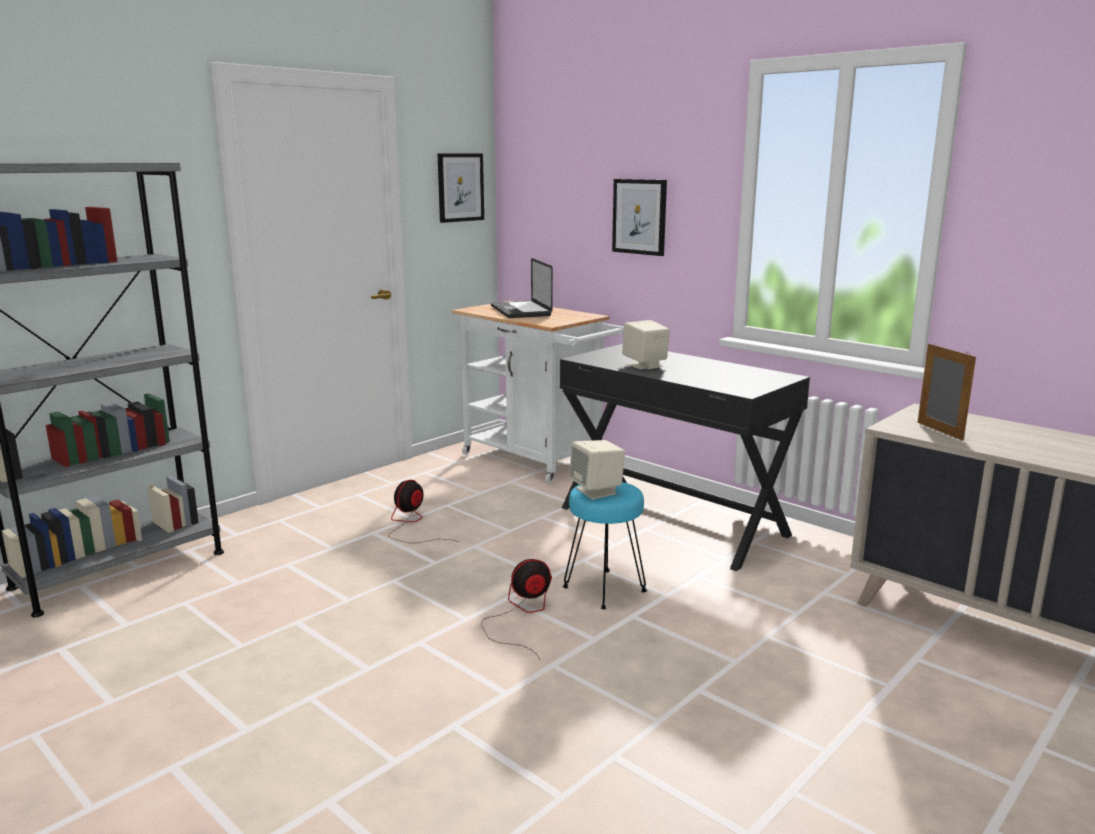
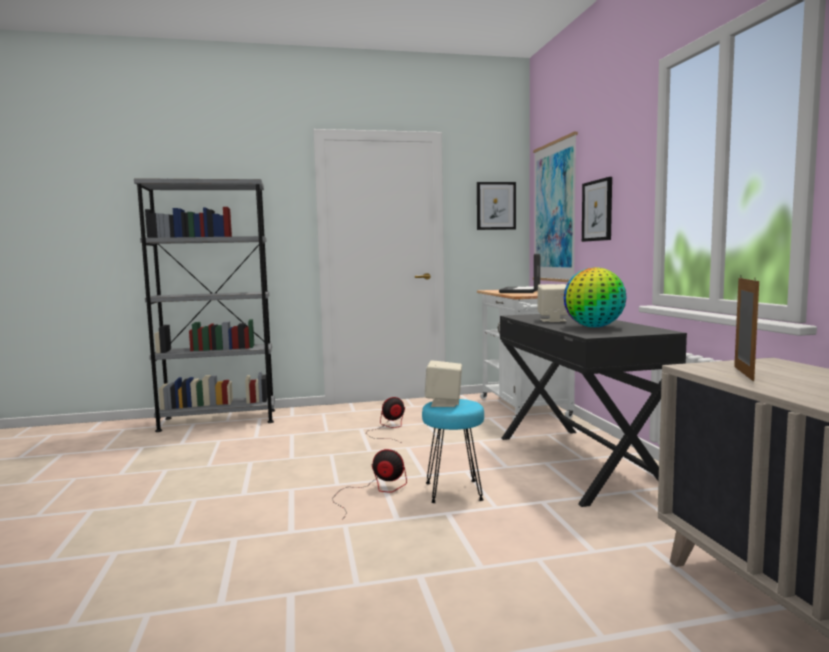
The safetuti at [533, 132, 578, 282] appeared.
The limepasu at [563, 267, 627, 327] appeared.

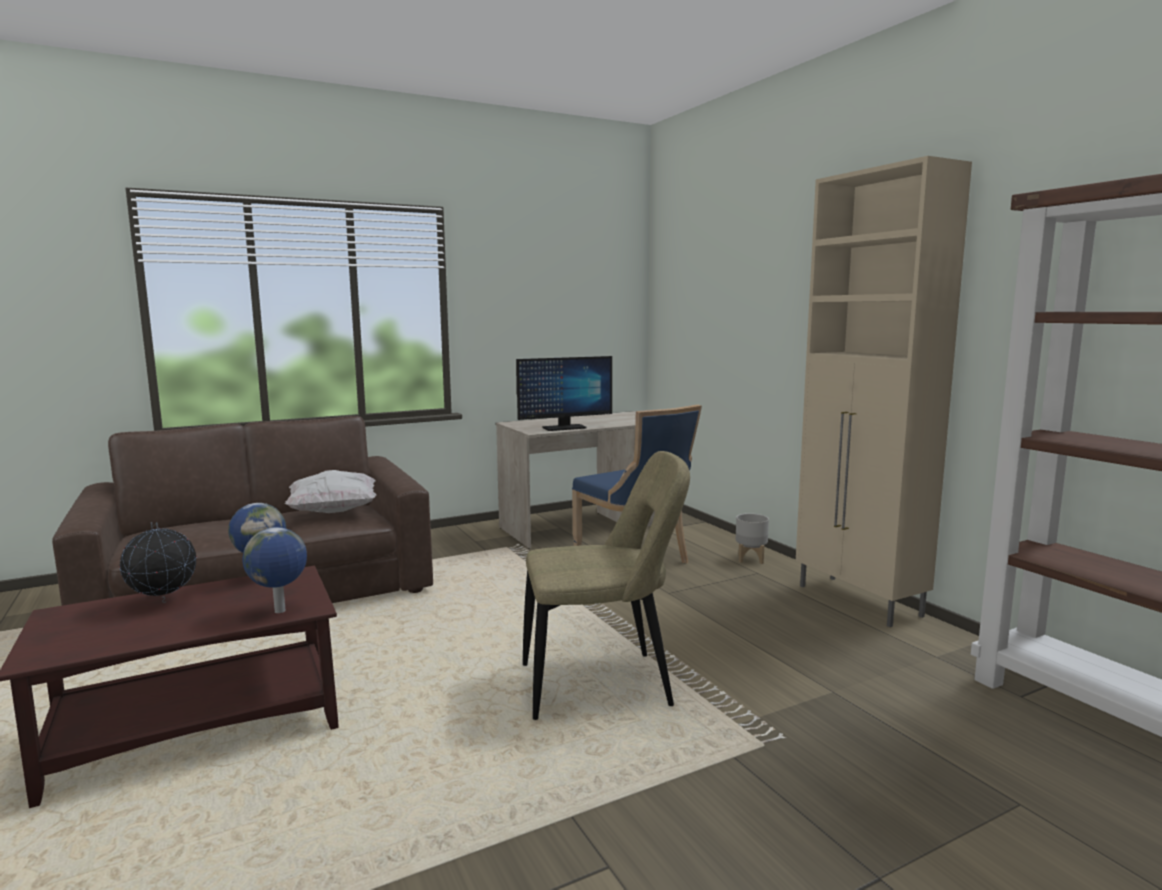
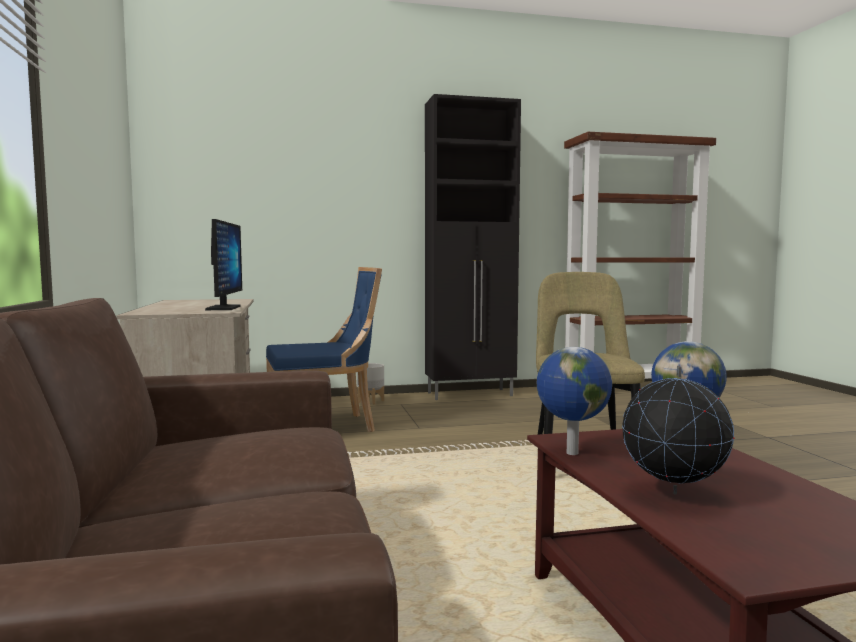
The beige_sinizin at [796, 156, 972, 627] became the black_sinizin at [425, 94, 521, 400].
The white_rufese at [285, 470, 376, 513] disappeared.

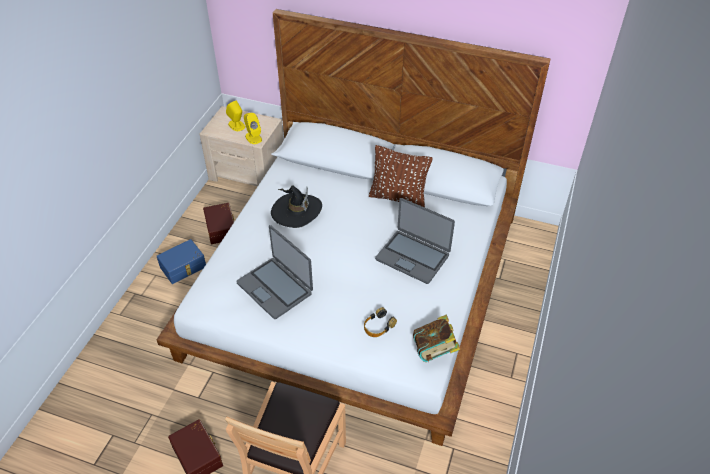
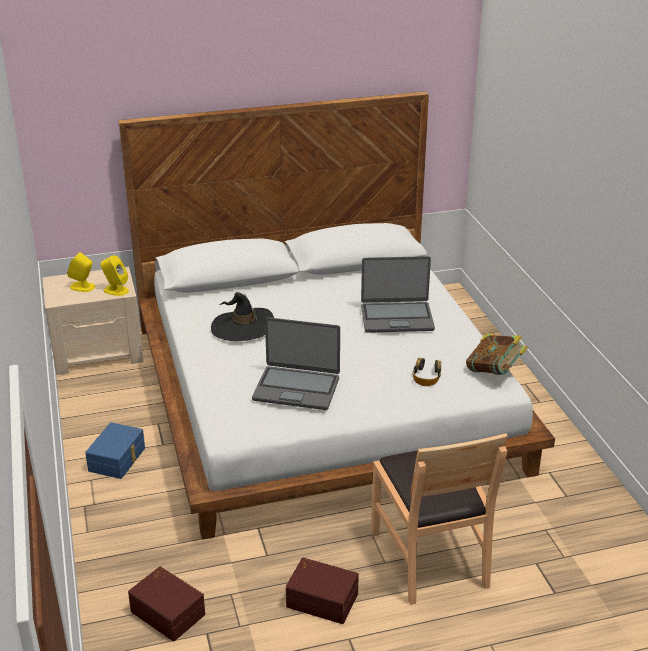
The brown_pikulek moved from [203, 203, 234, 244] to [128, 566, 205, 641].
The brown_rufese at [369, 145, 433, 207] disappeared.

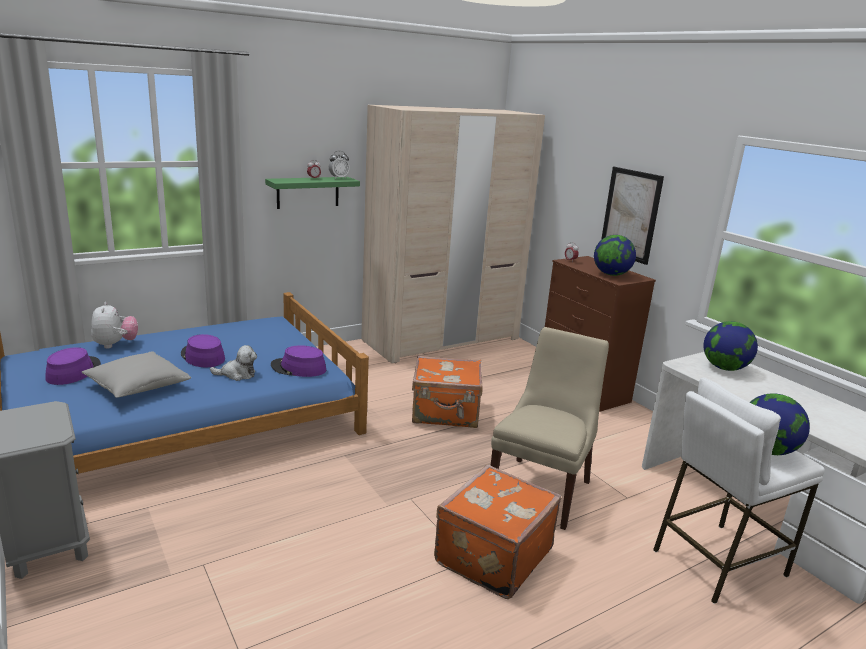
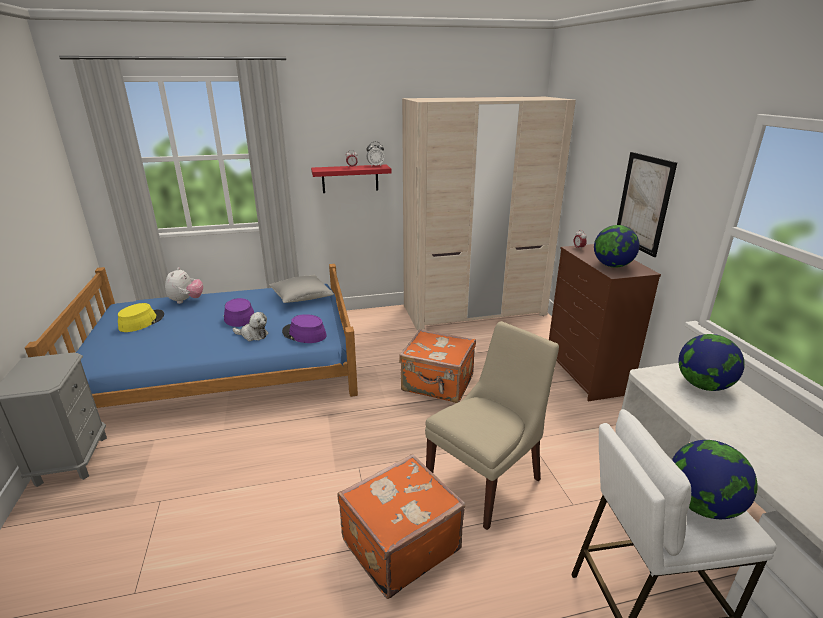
The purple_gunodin at [45, 347, 101, 385] became the yellow_gunodin at [118, 303, 164, 332].
The grey_rufese moved from [81, 351, 191, 398] to [269, 275, 334, 303].
The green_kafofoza at [265, 177, 360, 209] became the red_kafofoza at [311, 164, 392, 193].

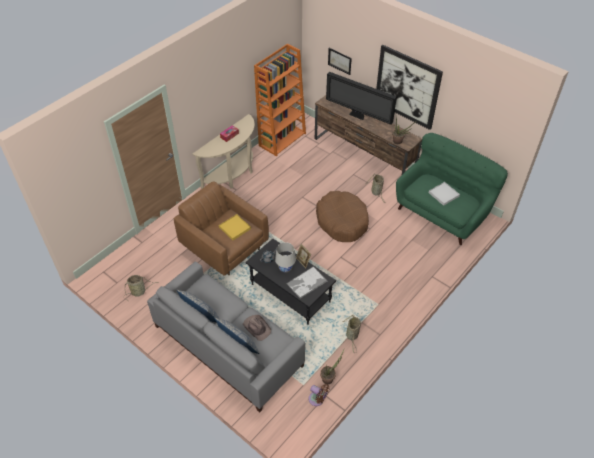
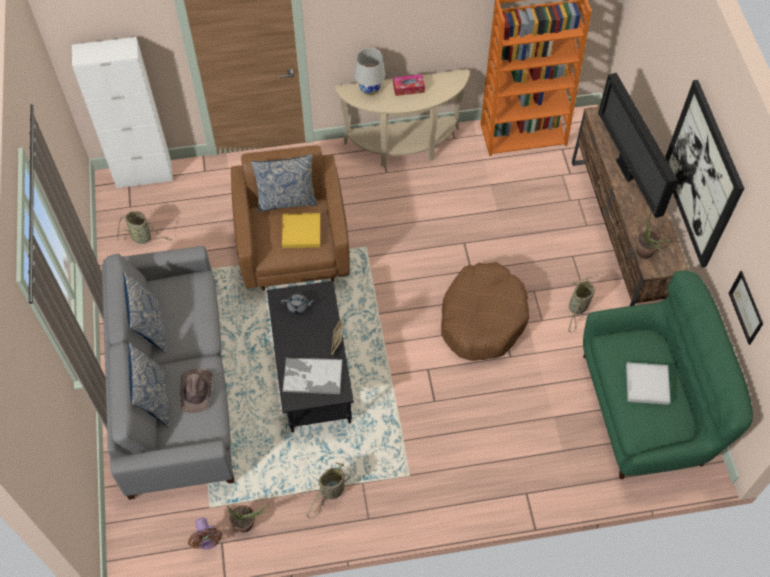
The white_sinizin at [72, 37, 173, 189] appeared.
The rufese at [251, 154, 318, 212] appeared.
The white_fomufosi moved from [275, 242, 296, 273] to [354, 48, 385, 95].
The safetuti moved from [328, 48, 352, 75] to [729, 271, 763, 345].

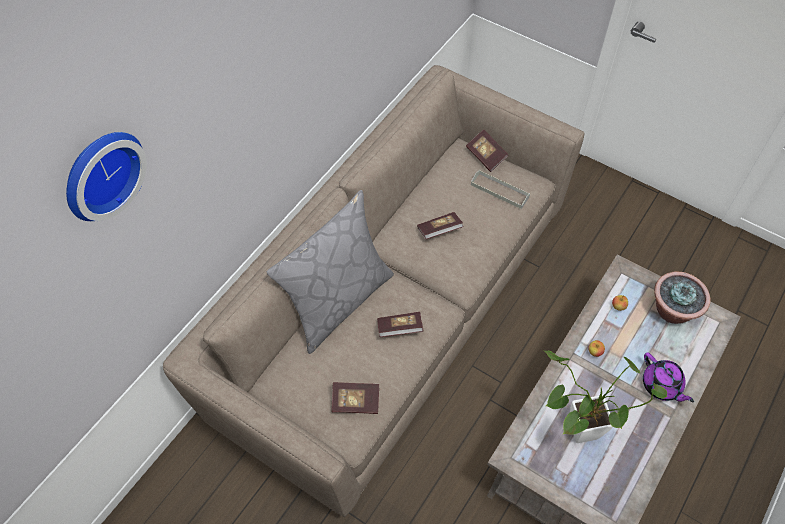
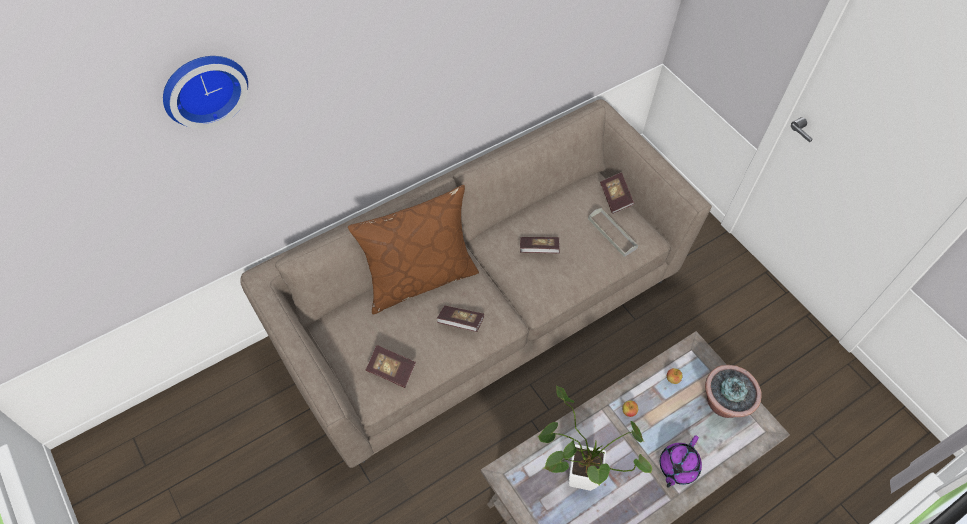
The grey_rufese at [267, 190, 394, 354] became the brown_rufese at [348, 185, 479, 315].
The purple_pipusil at [643, 352, 694, 402] turned 45 degrees clockwise.

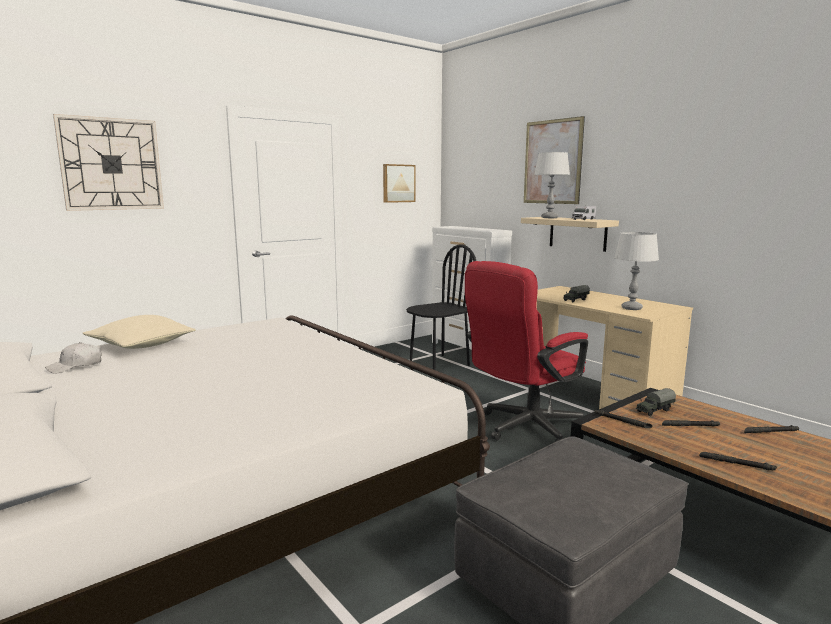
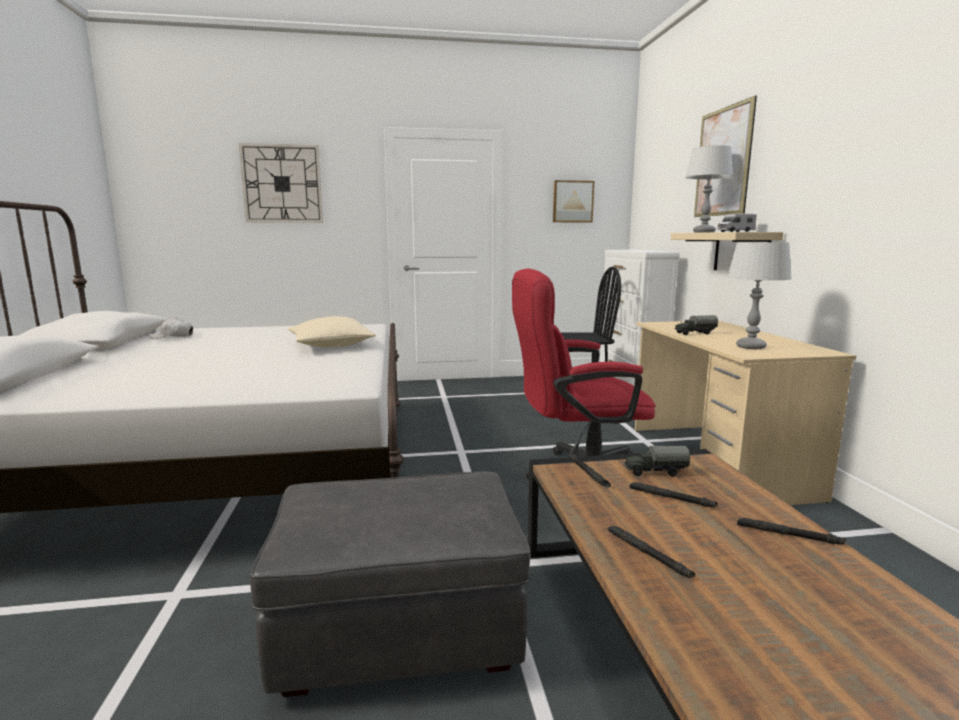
The beige_rufese moved from [83, 315, 196, 349] to [288, 316, 376, 347].

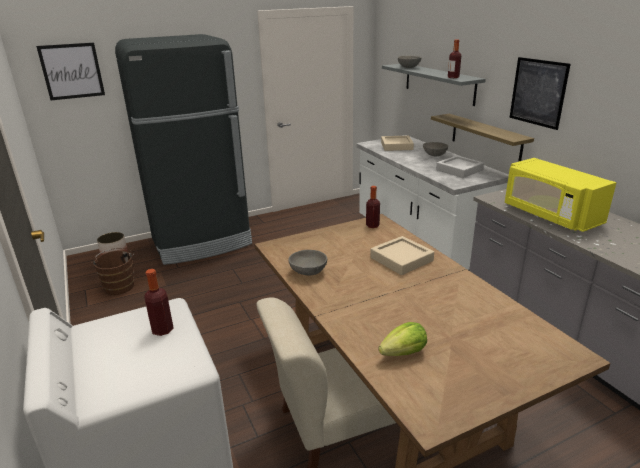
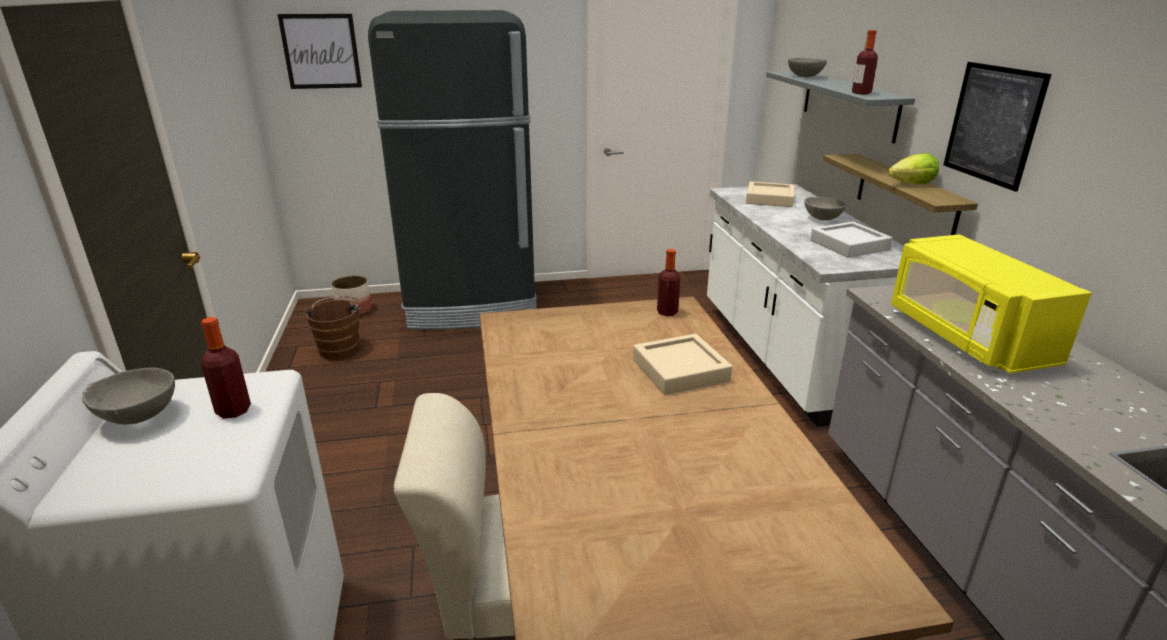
The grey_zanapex moved from [288, 250, 327, 275] to [82, 368, 175, 424].
The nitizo moved from [378, 322, 427, 356] to [888, 153, 939, 184].

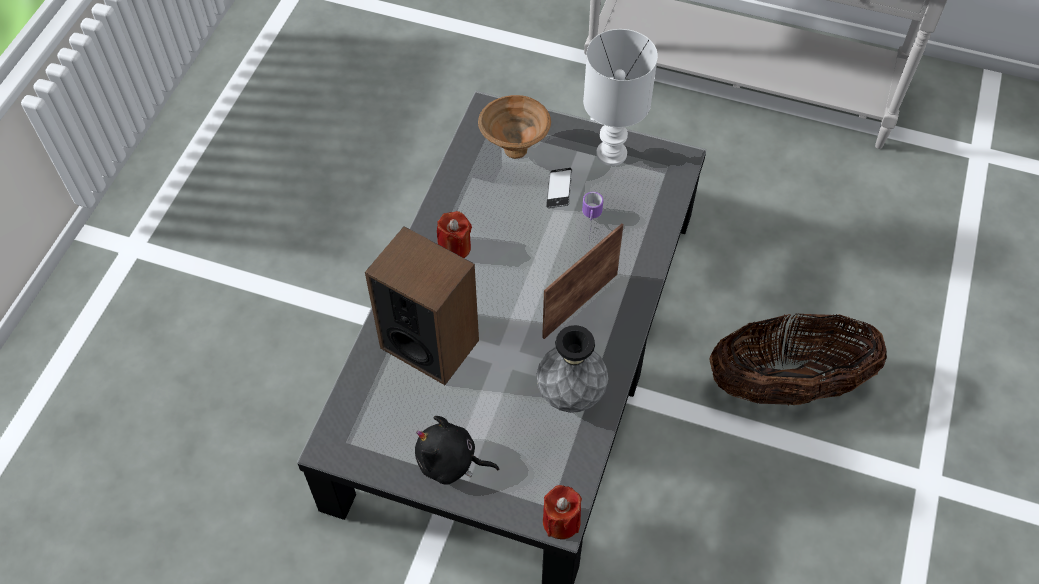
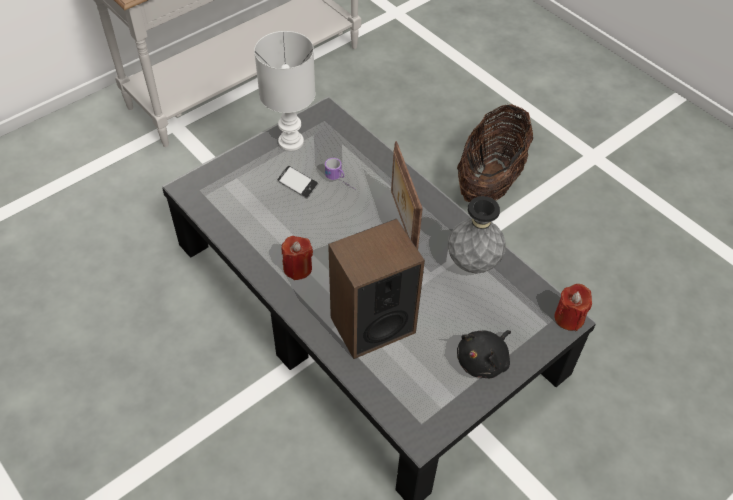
The brown_zanapex at [478, 95, 551, 159] disappeared.

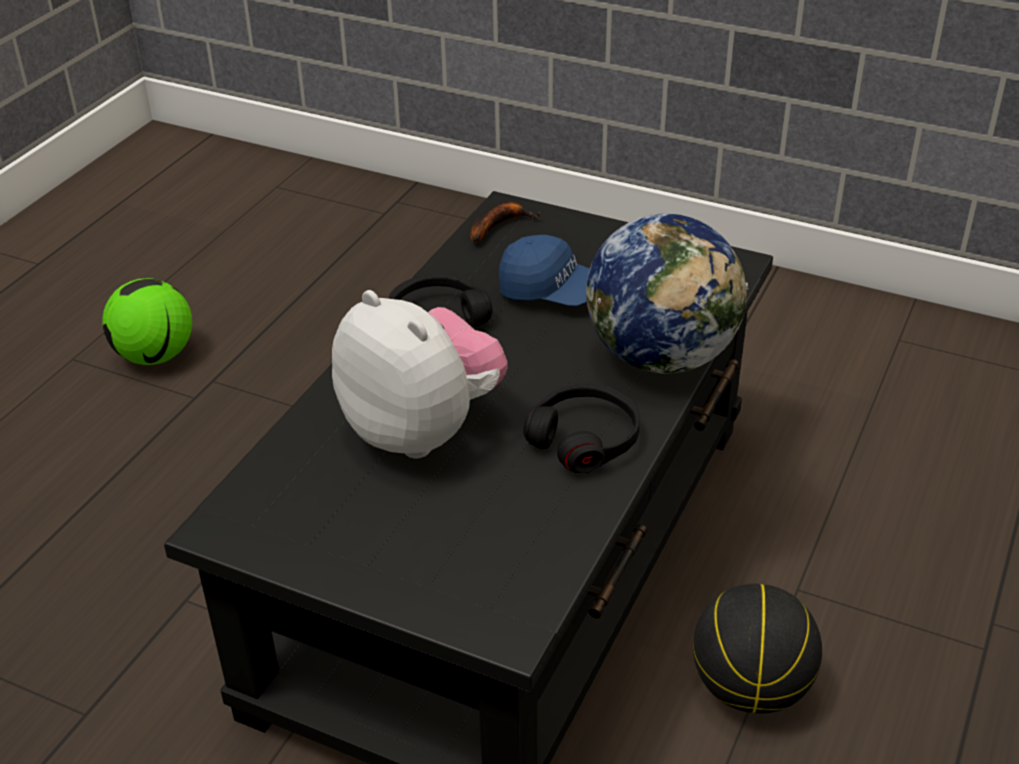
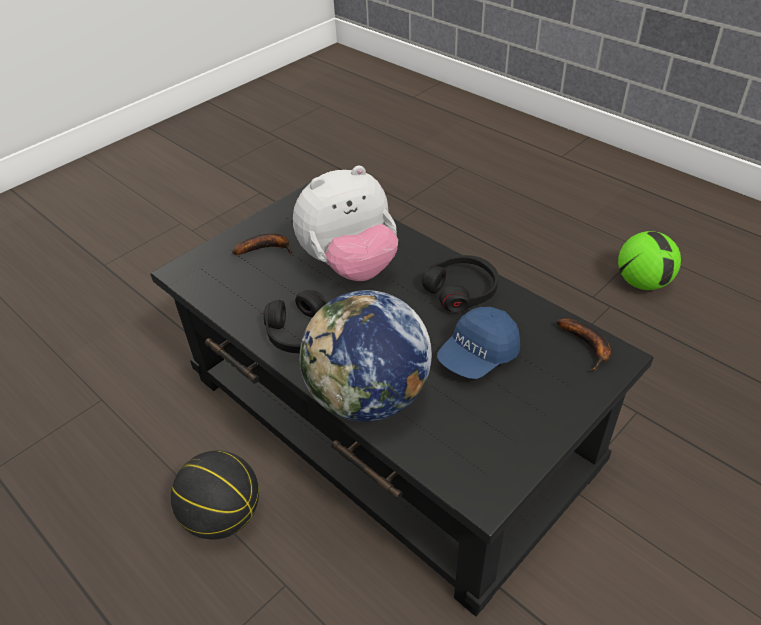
The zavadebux at [232, 233, 293, 255] appeared.

